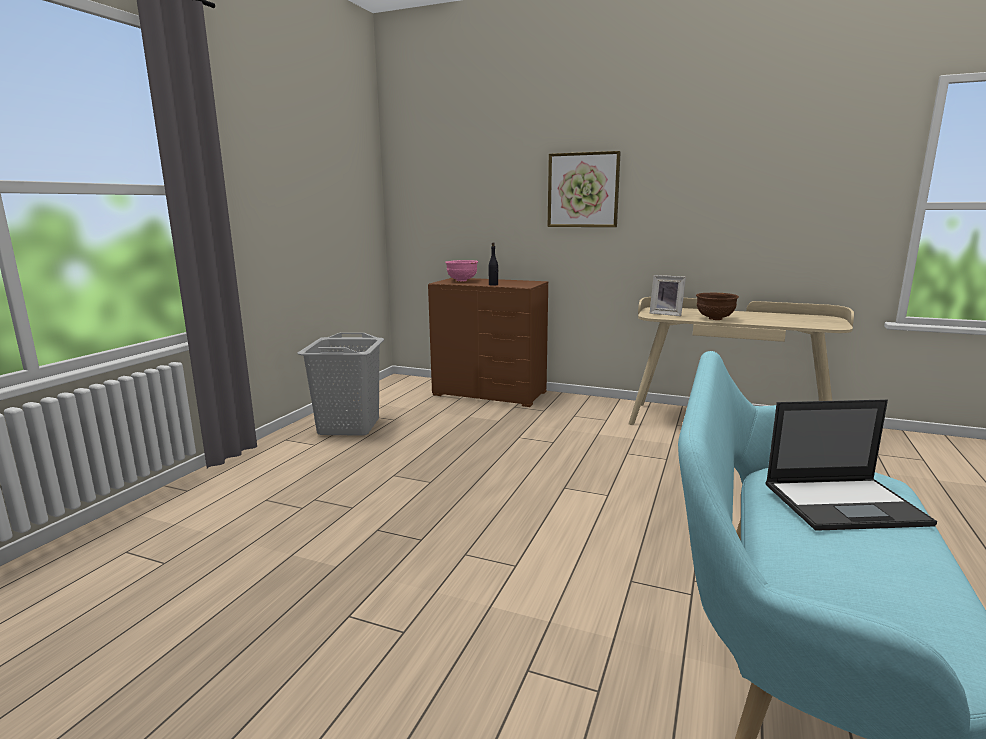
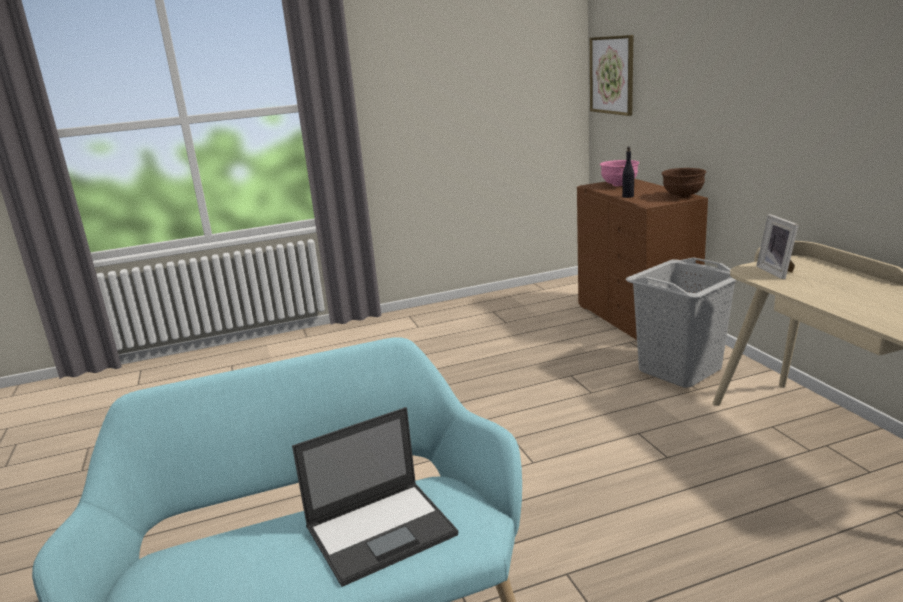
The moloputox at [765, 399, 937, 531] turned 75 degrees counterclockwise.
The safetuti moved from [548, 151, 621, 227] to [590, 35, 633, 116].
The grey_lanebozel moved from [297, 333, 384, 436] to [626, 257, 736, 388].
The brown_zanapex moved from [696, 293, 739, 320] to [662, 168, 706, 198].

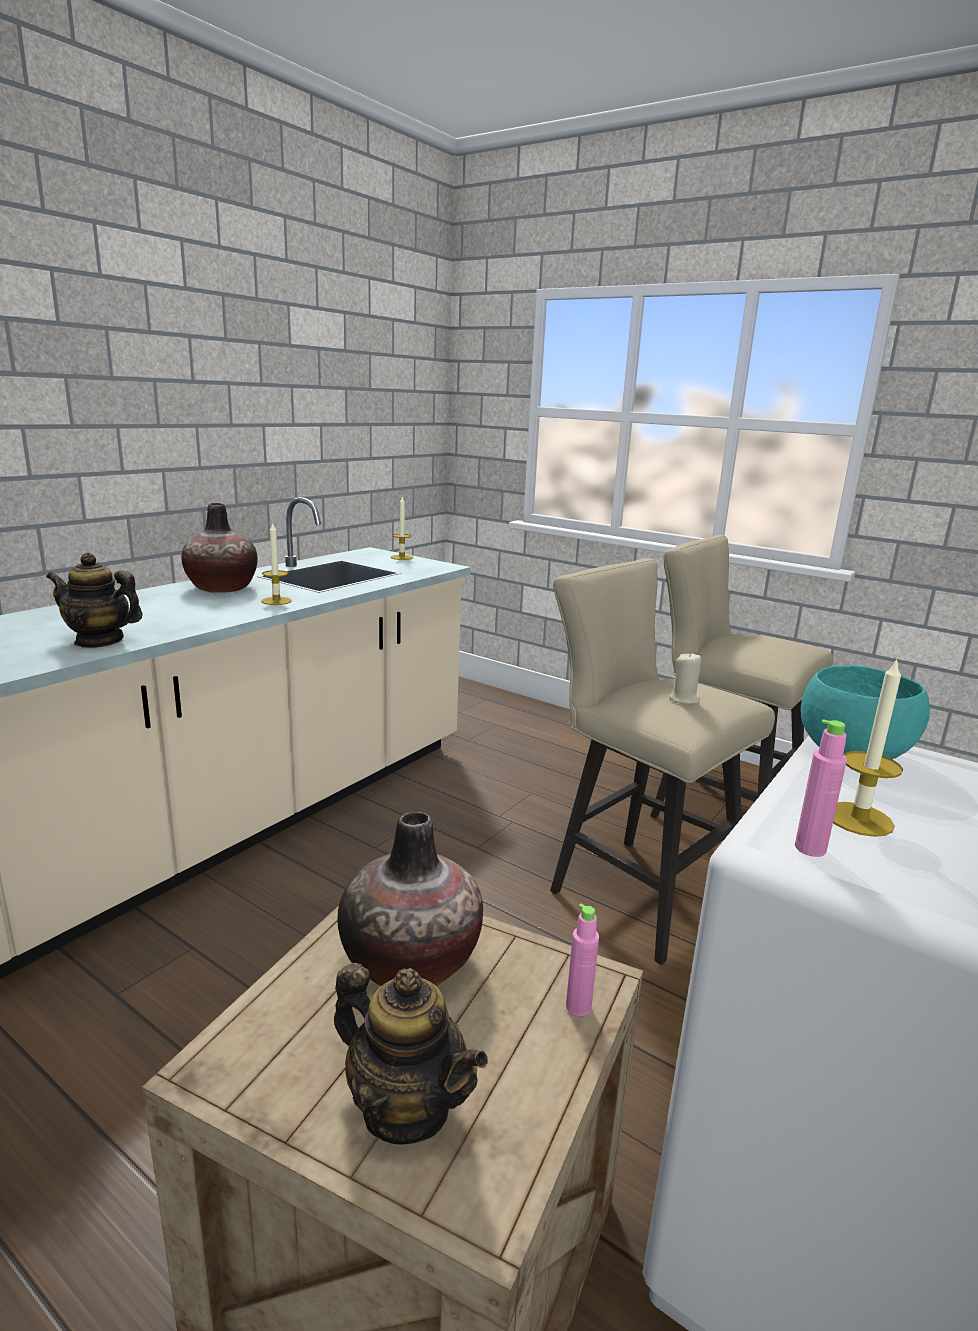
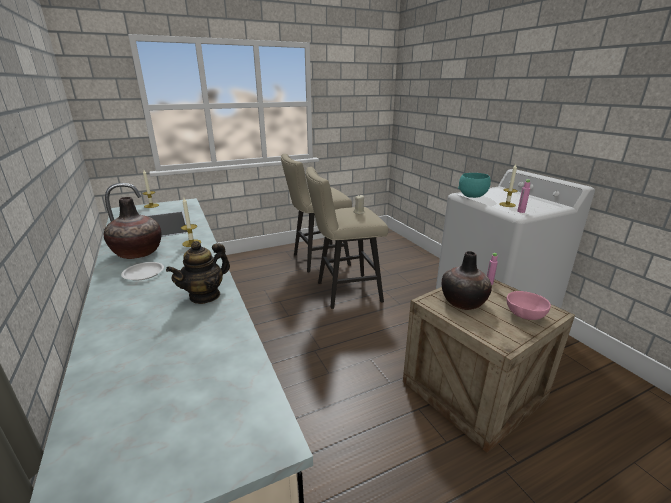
The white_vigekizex at [121, 262, 164, 280] appeared.
The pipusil at [334, 963, 488, 1145] was replaced by the pink_zanapex at [507, 291, 551, 320].

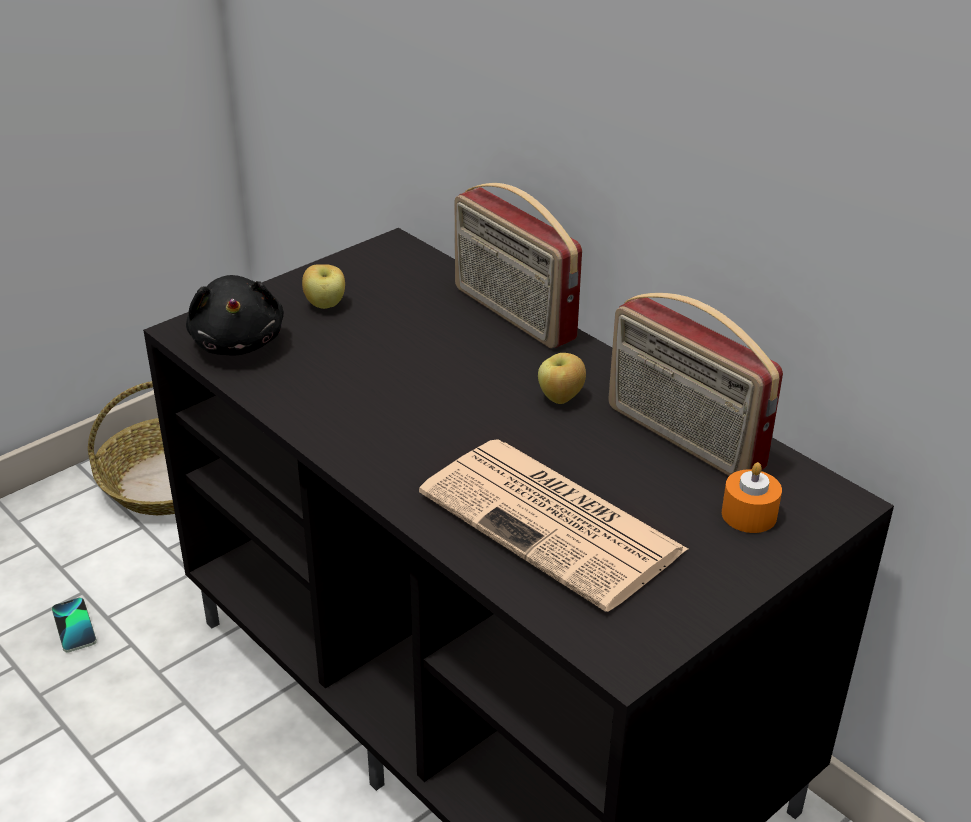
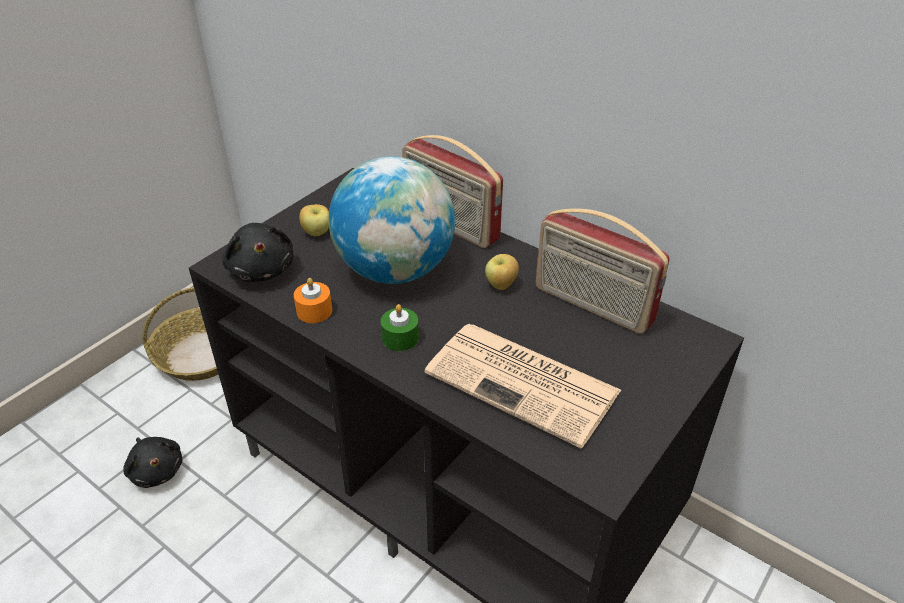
The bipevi at [52, 598, 97, 653] was replaced by the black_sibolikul at [123, 437, 182, 488].
The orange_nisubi moved from [722, 462, 782, 533] to [294, 278, 332, 323].
The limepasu at [329, 156, 455, 284] appeared.
The green_nisubi at [381, 304, 419, 351] appeared.

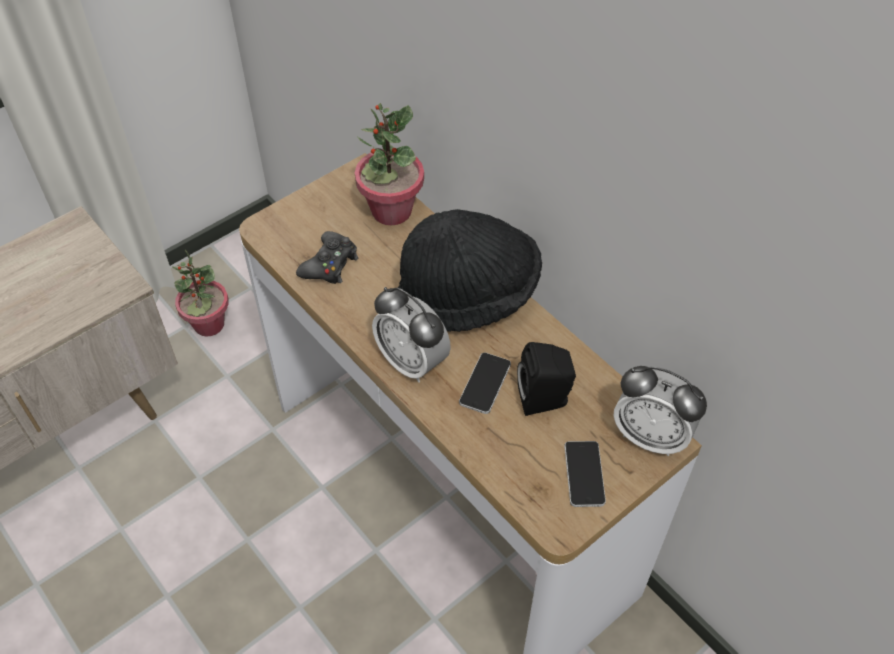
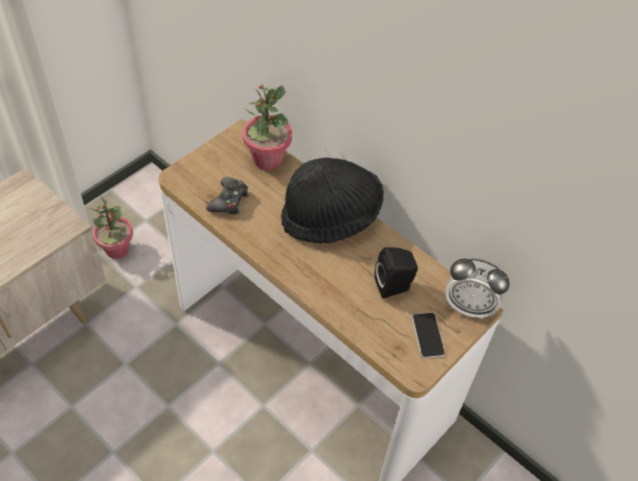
The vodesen at [372, 287, 451, 383] disappeared.
The bipevi at [459, 352, 511, 414] disappeared.

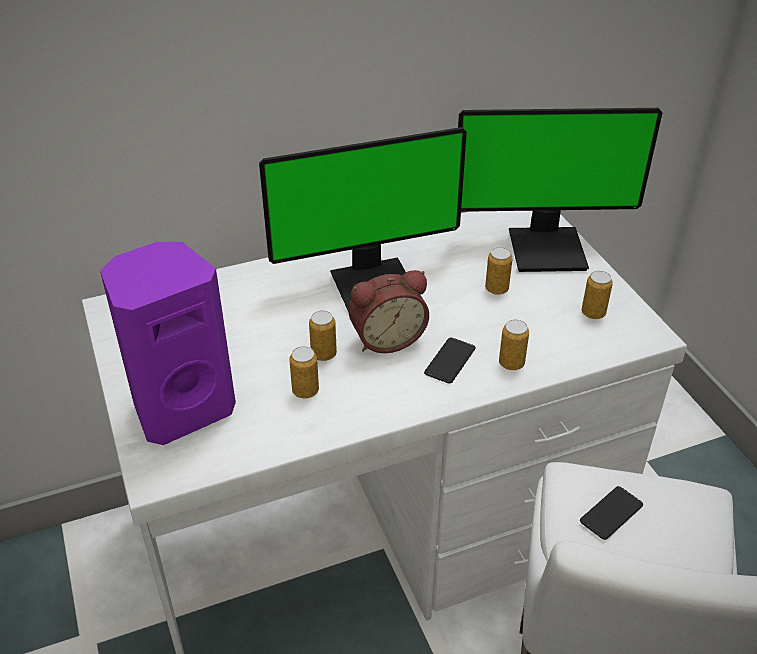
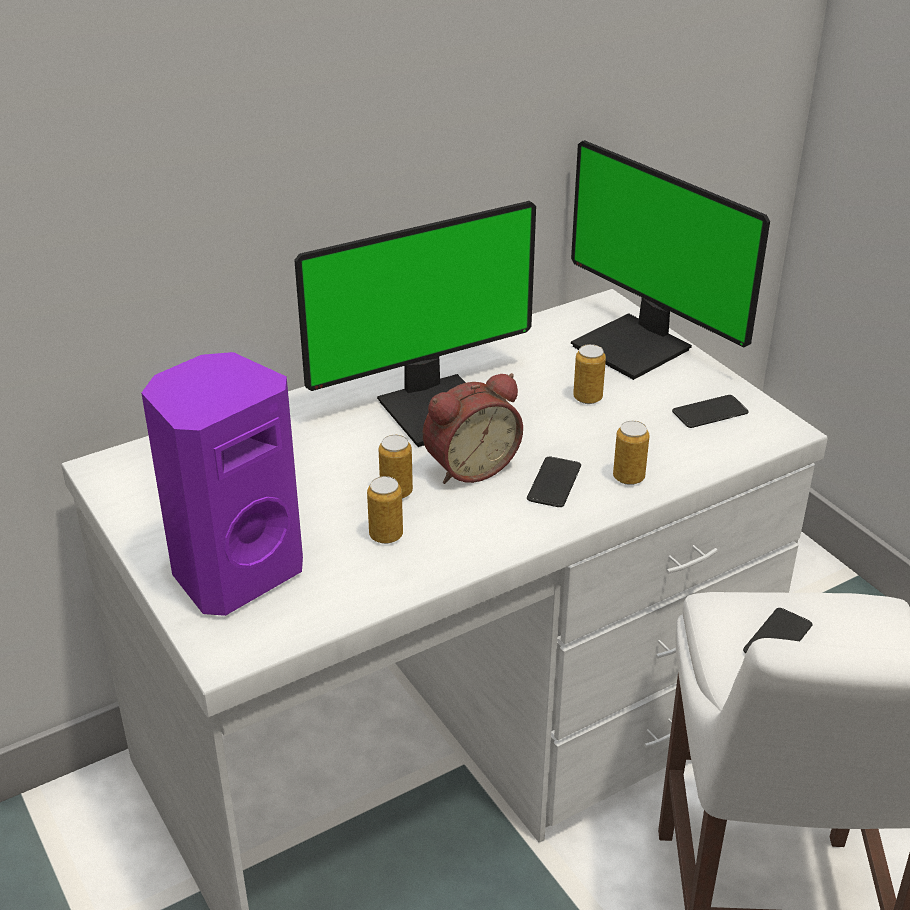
The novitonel at [458, 108, 662, 272] turned 60 degrees clockwise.
The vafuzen at [582, 271, 613, 319] was replaced by the bipevi at [672, 395, 749, 428].

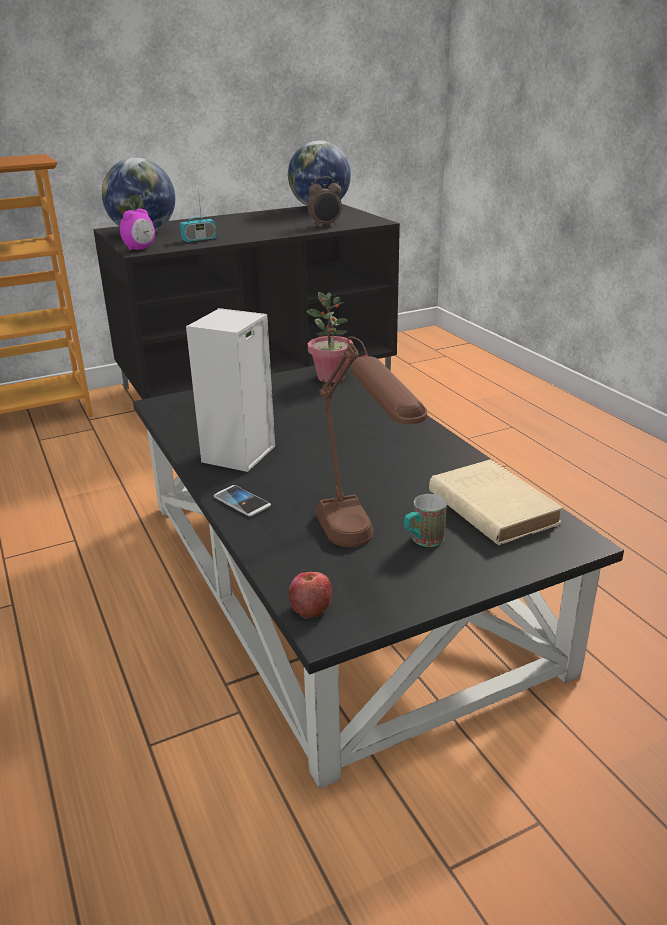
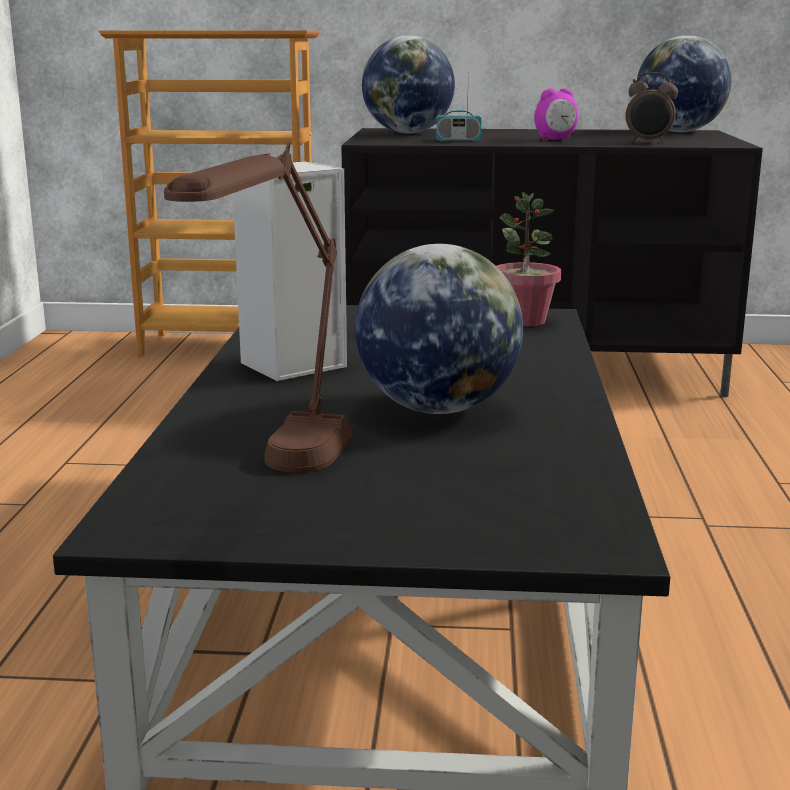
The limepasu at [355, 244, 523, 414] appeared.
The vodesen moved from [120, 208, 155, 251] to [534, 88, 578, 140].
The bipevi at [214, 485, 271, 517] disappeared.
The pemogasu at [289, 572, 332, 619] disappeared.
The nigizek at [404, 494, 447, 547] disappeared.
The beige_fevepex at [429, 459, 564, 545] disappeared.

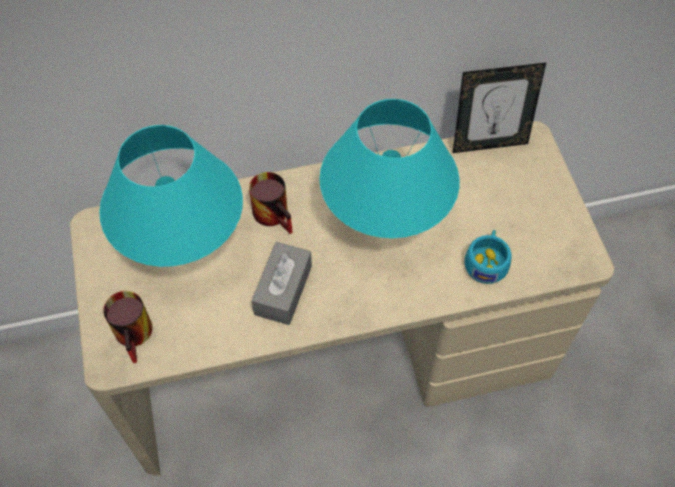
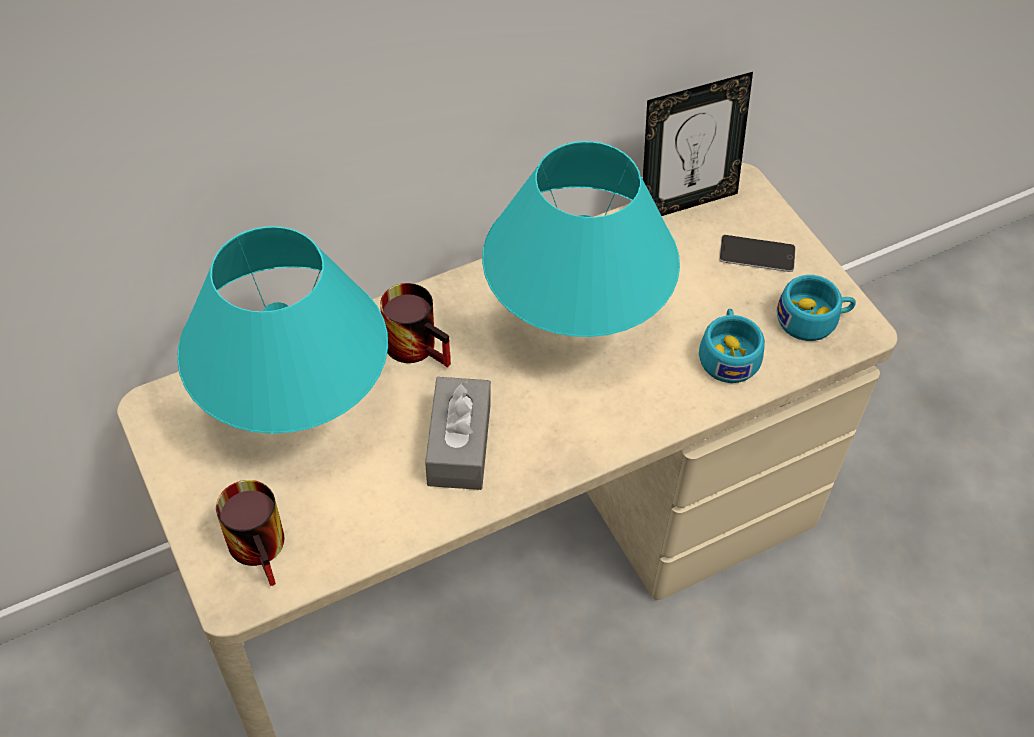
The bipevi at [719, 235, 796, 272] appeared.
The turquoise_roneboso at [777, 275, 856, 341] appeared.

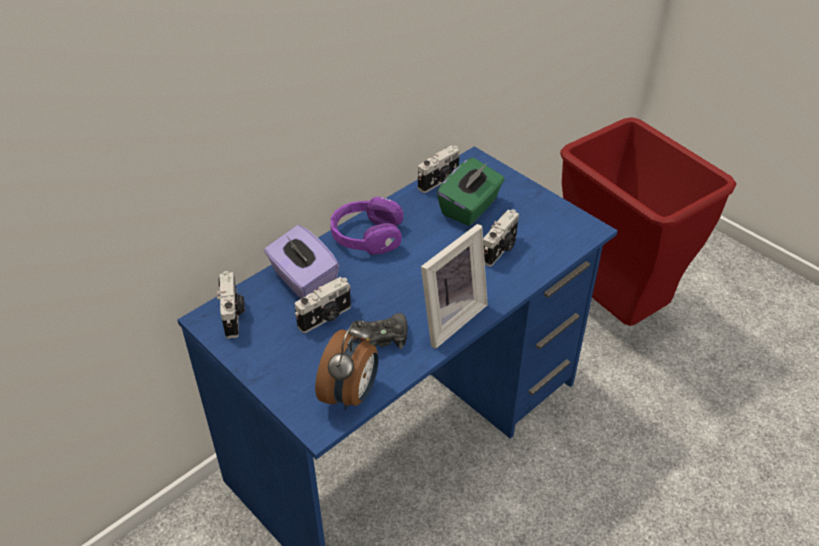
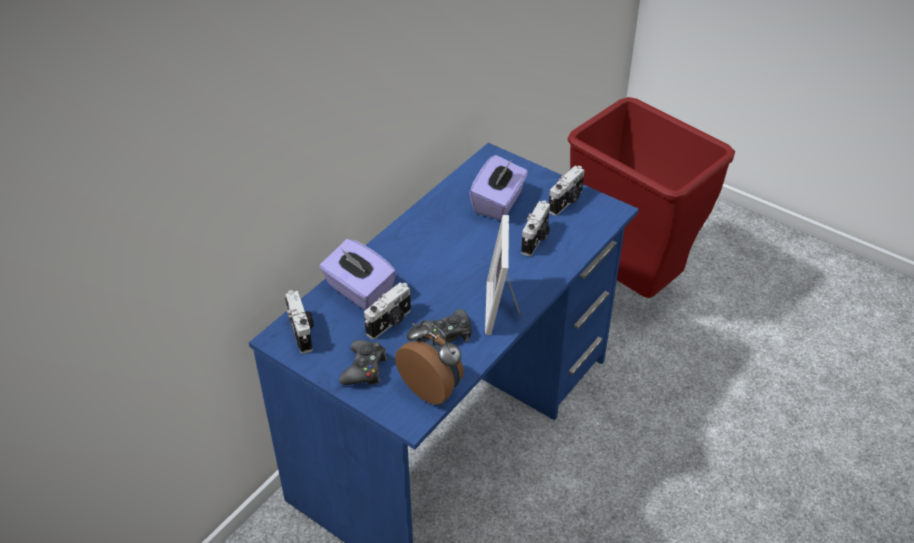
The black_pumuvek at [339, 340, 388, 385] appeared.
The vodesen at [315, 321, 379, 410] turned 60 degrees counterclockwise.
The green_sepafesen at [437, 158, 504, 226] became the purple_sepafesen at [469, 155, 528, 220].
The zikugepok at [421, 224, 488, 349] turned 150 degrees clockwise.
The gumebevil moved from [418, 145, 460, 193] to [549, 166, 584, 216].
The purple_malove at [331, 197, 403, 255] disappeared.

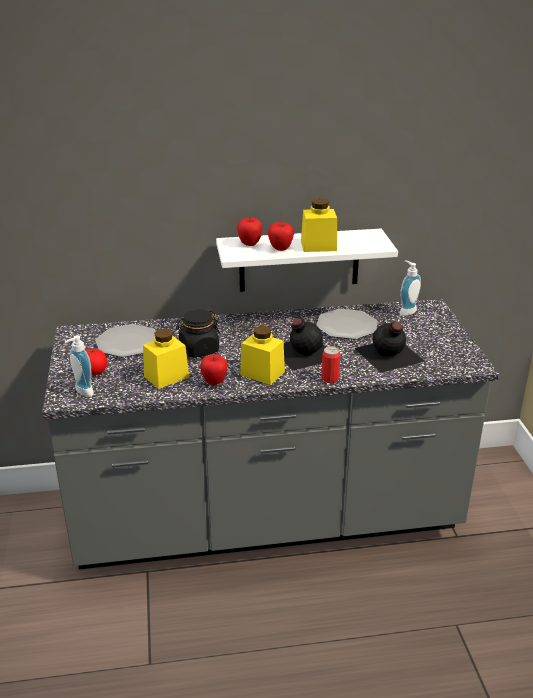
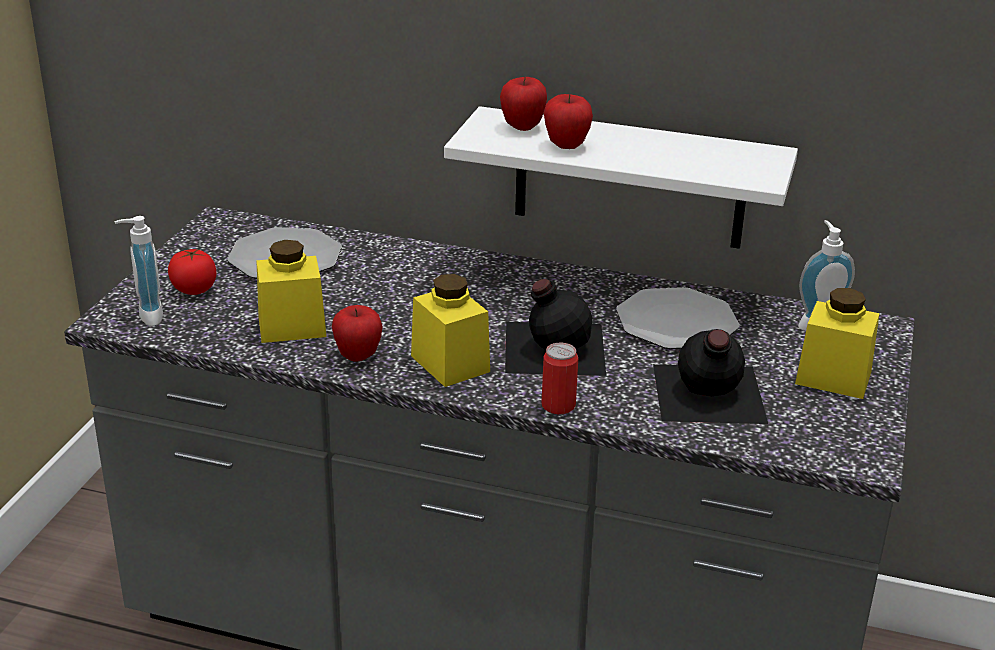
The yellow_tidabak moved from [301, 199, 337, 252] to [795, 288, 880, 399].
The black_tidabak at [176, 309, 220, 358] disappeared.

